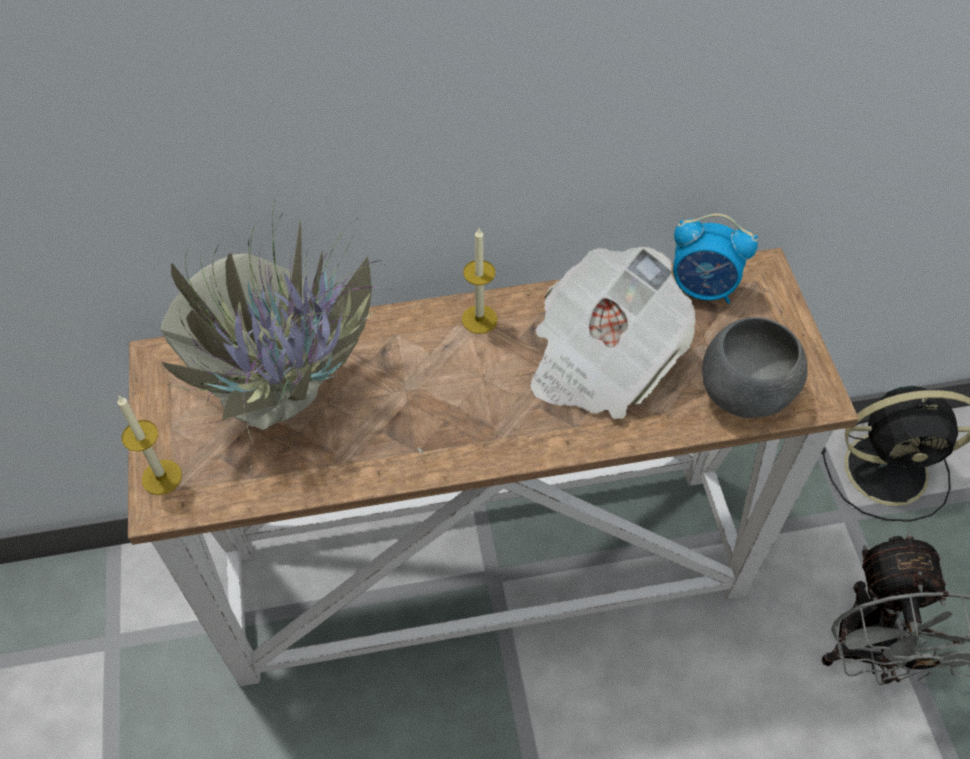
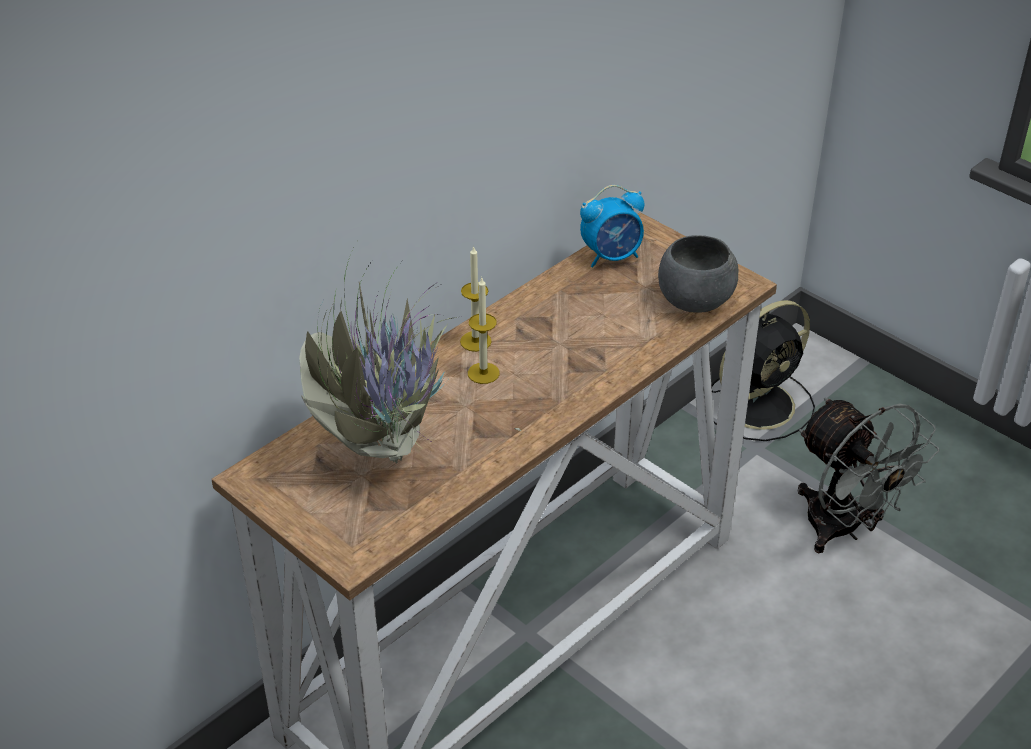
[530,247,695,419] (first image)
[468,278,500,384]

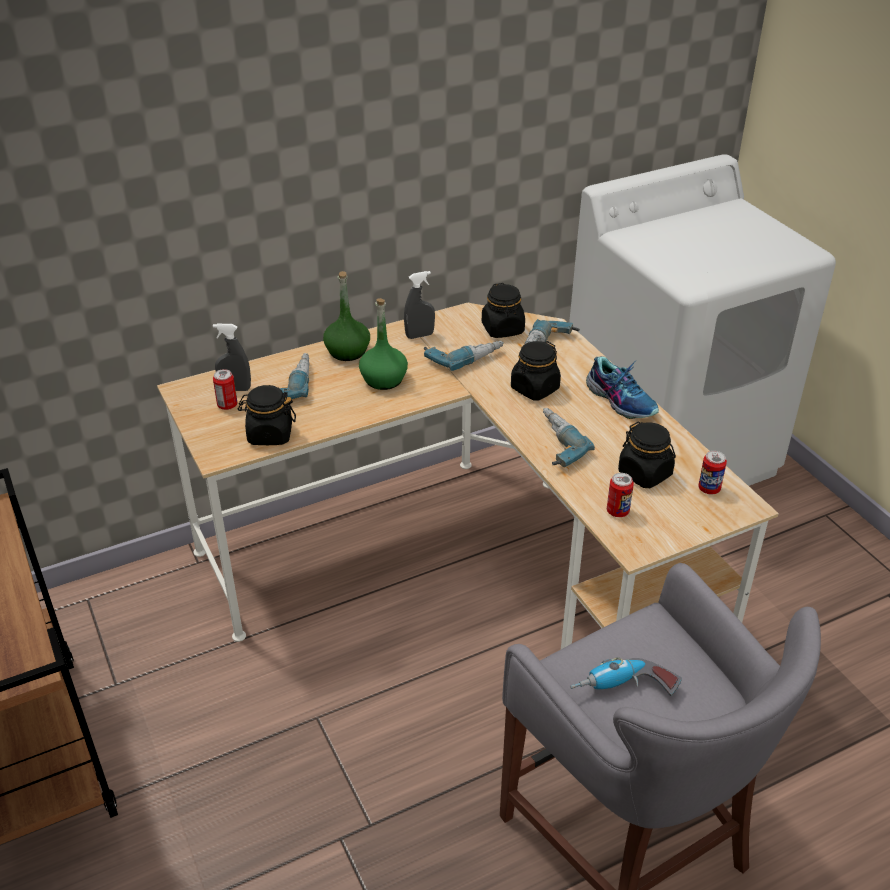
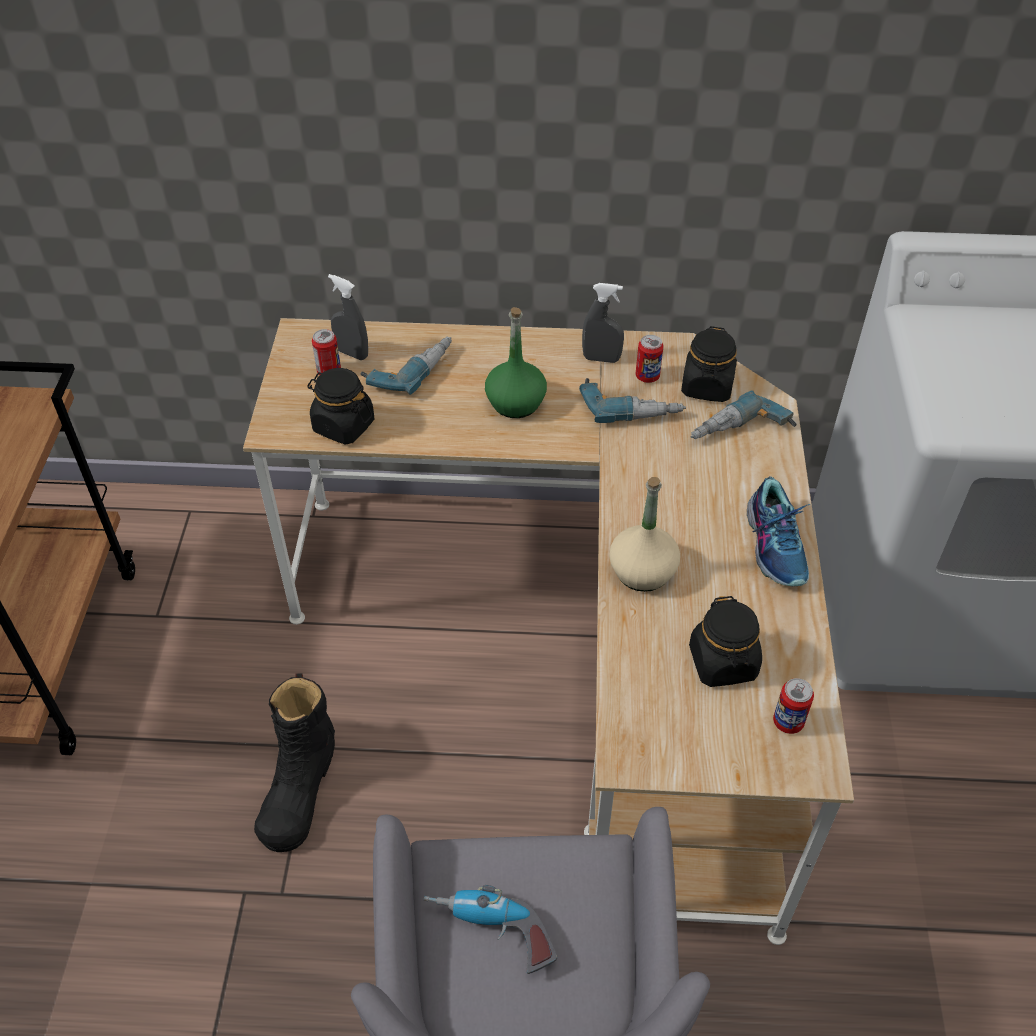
[323,271,370,361] (first image)
[511,341,561,400] (first image)
[609,477,680,592]
[636,335,664,383]
[254,673,335,852]

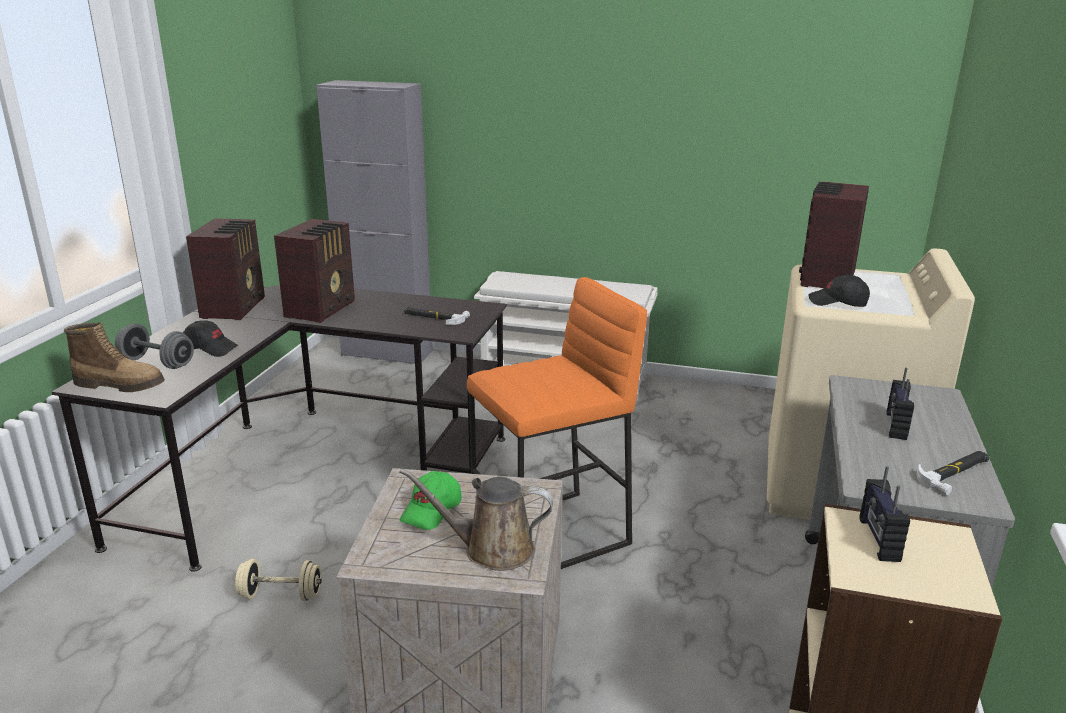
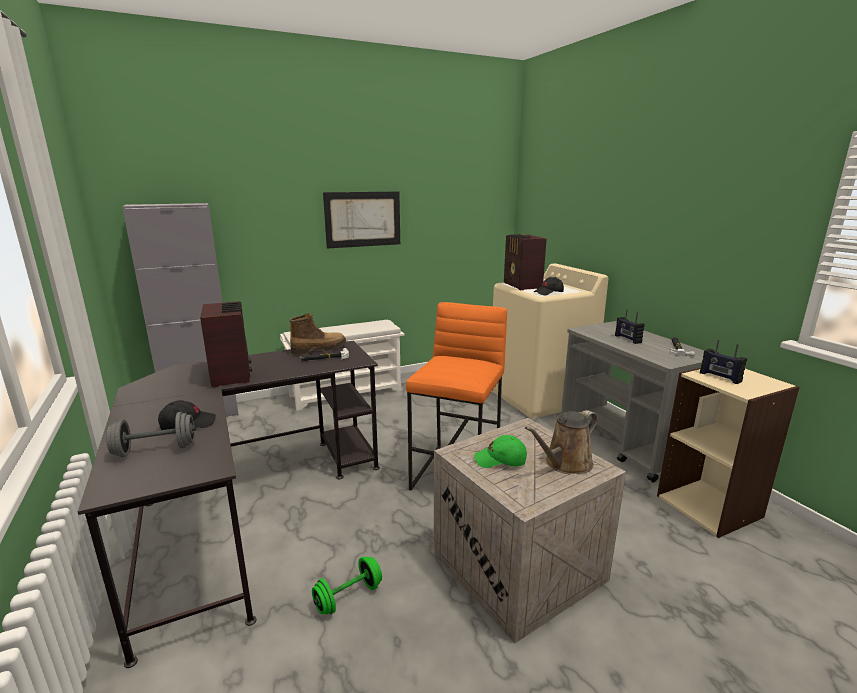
[186,218,265,320] (first image)
[289,313,347,355]
[474,435,527,468]
[312,557,382,615]
[323,192,400,249]

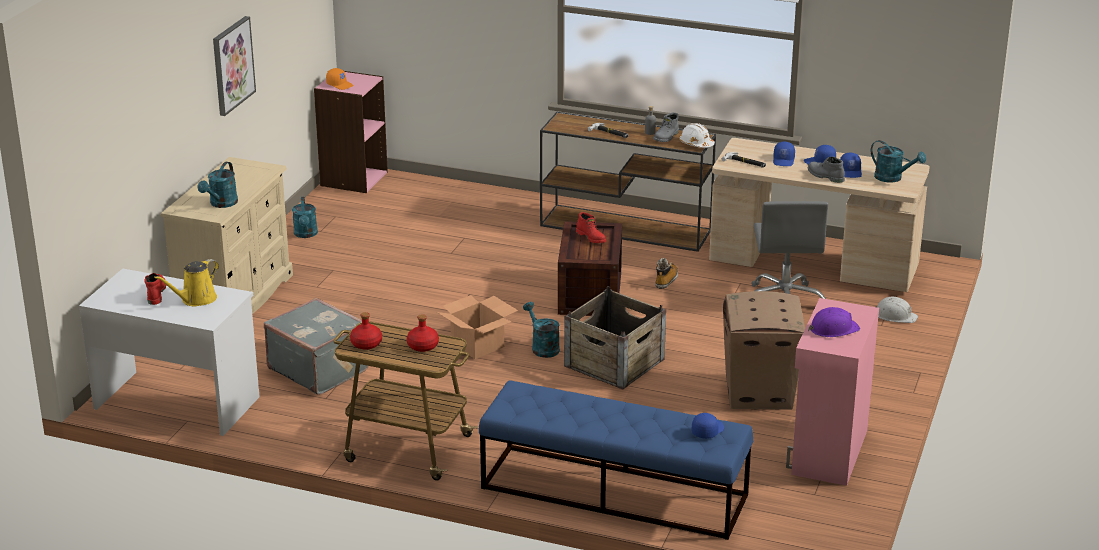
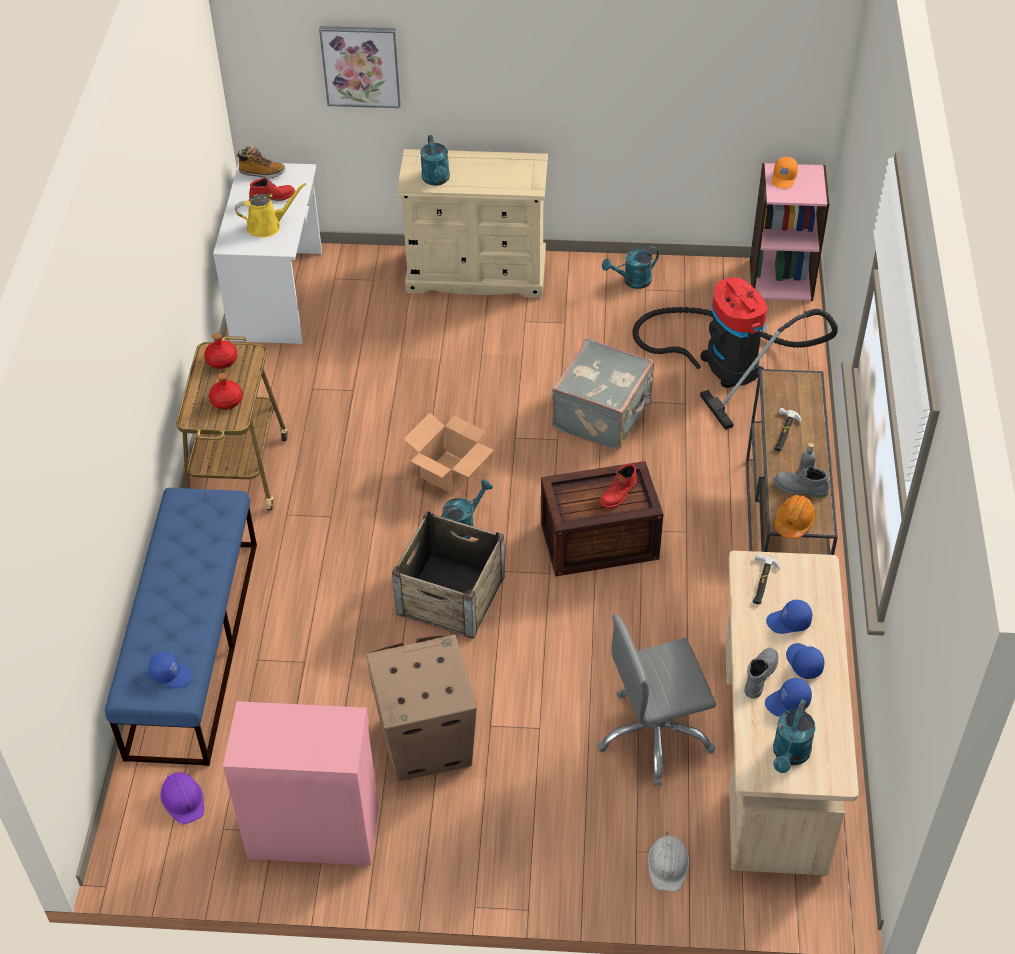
[319,26,401,108]
[774,495,816,539]
[420,135,450,186]
[236,145,285,179]
[235,183,306,237]
[552,338,654,450]
[160,772,204,825]
[632,277,838,430]

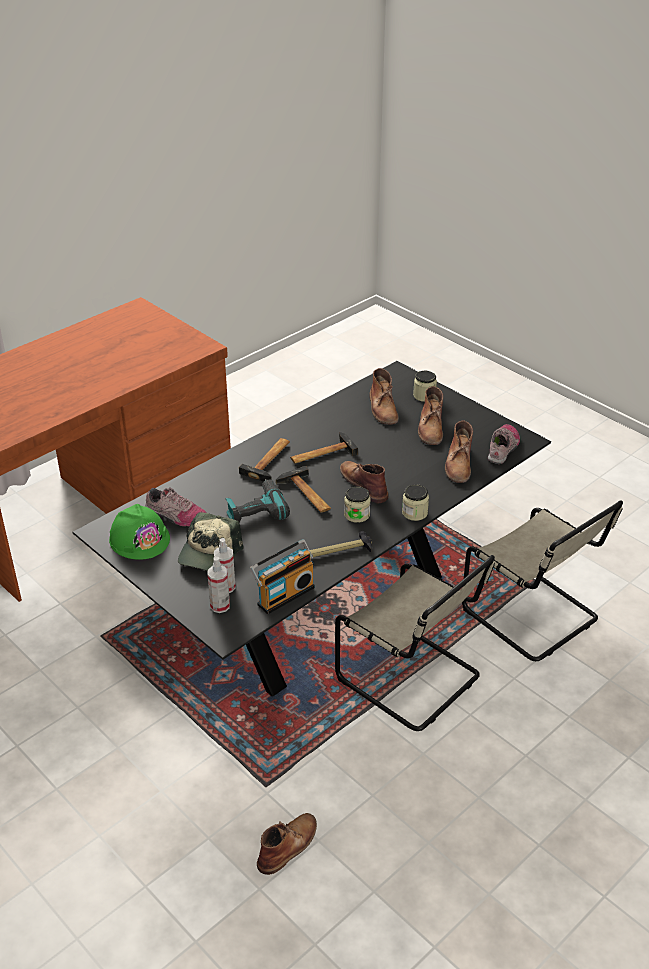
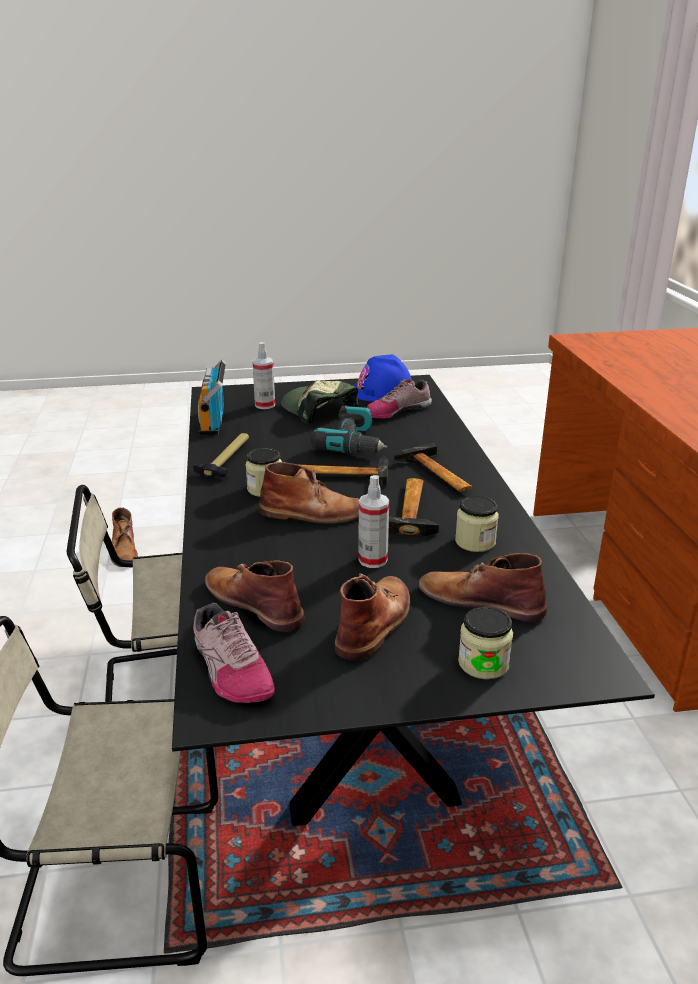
[335,573,410,661]
[455,496,499,552]
[353,354,412,402]
[358,475,389,568]

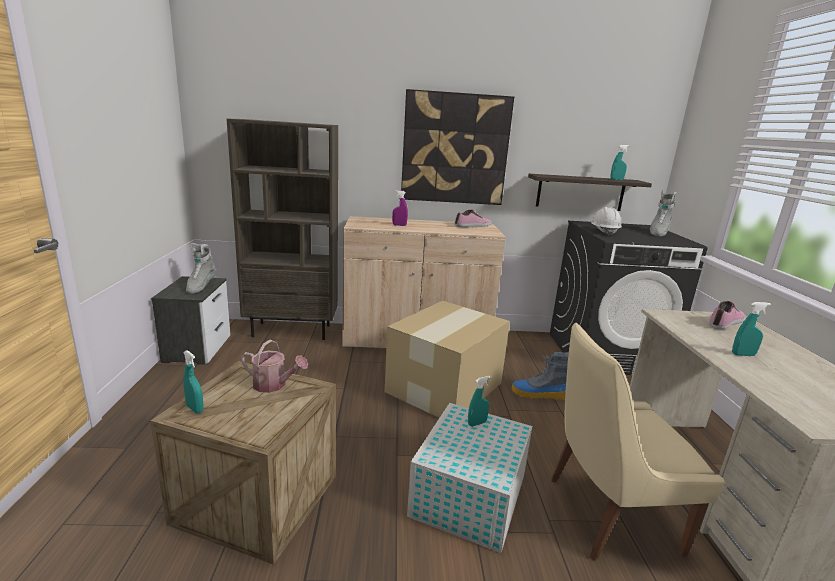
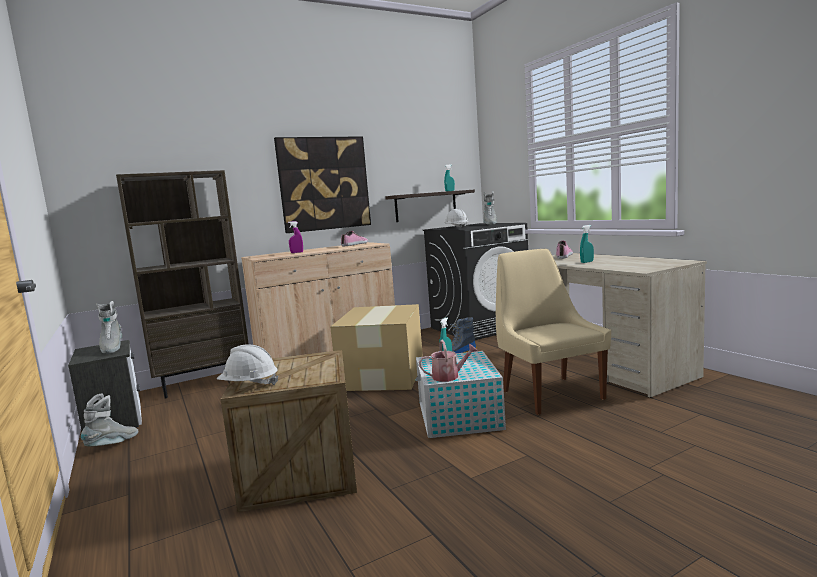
[496,249,611,415]
[419,339,478,382]
[216,344,279,385]
[81,394,139,447]

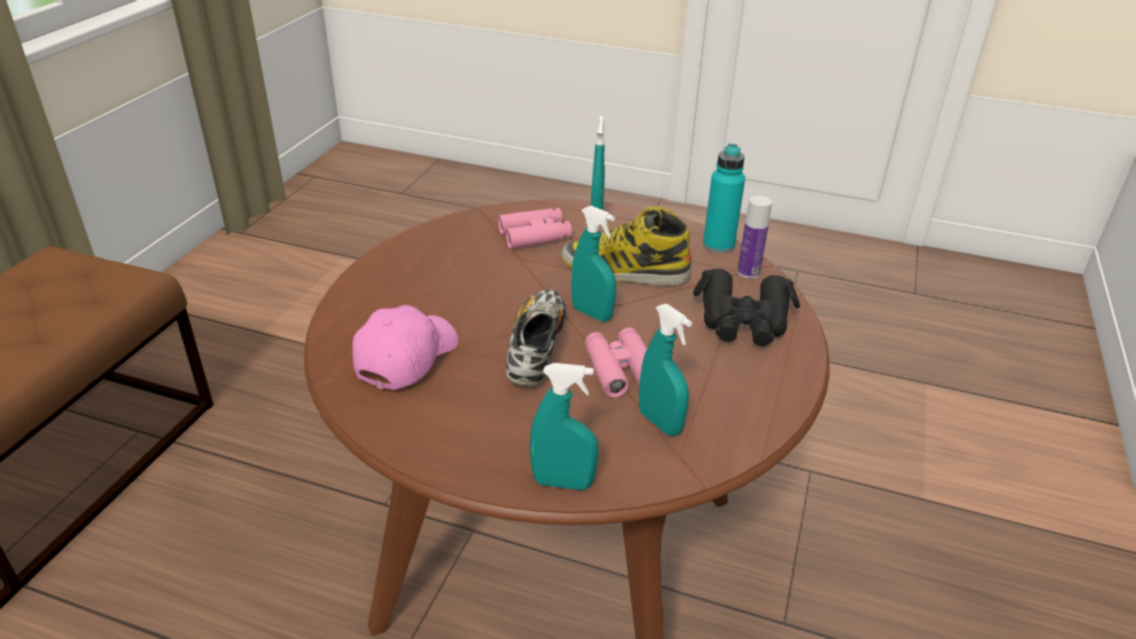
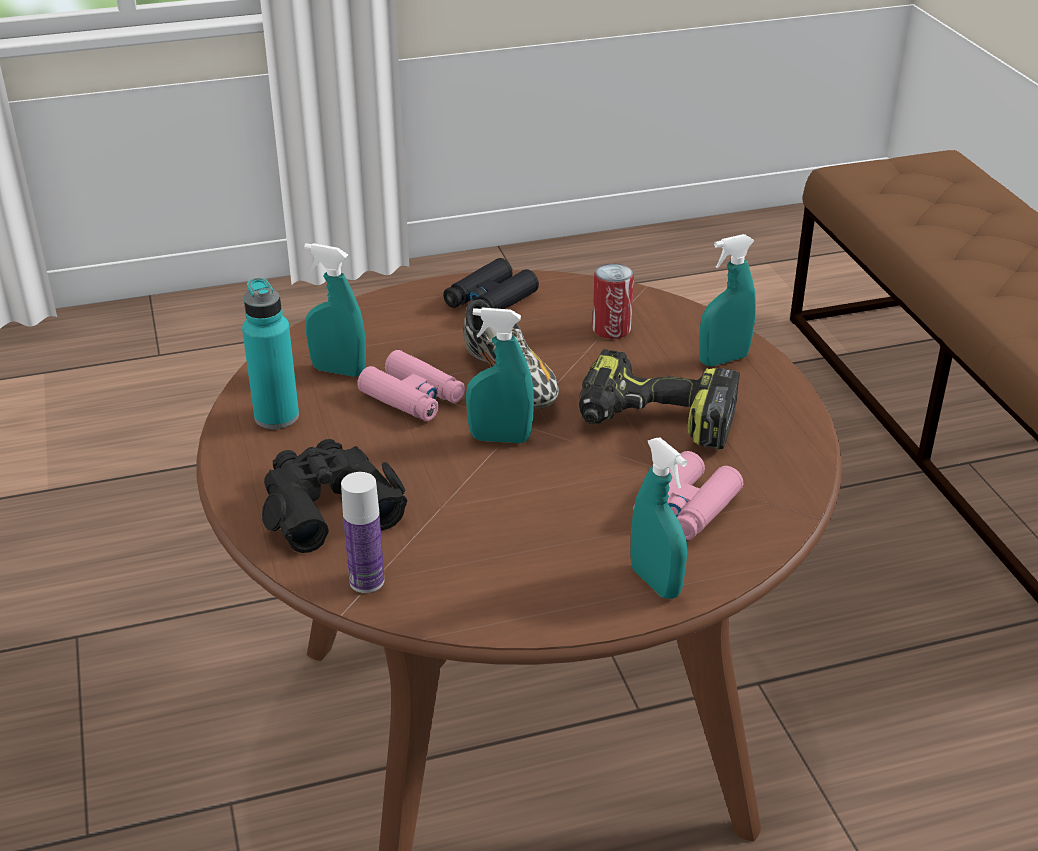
[242,278,299,429]
[561,206,691,286] (first image)
[592,263,634,339]
[699,234,756,366]
[443,258,539,309]
[579,349,740,449]

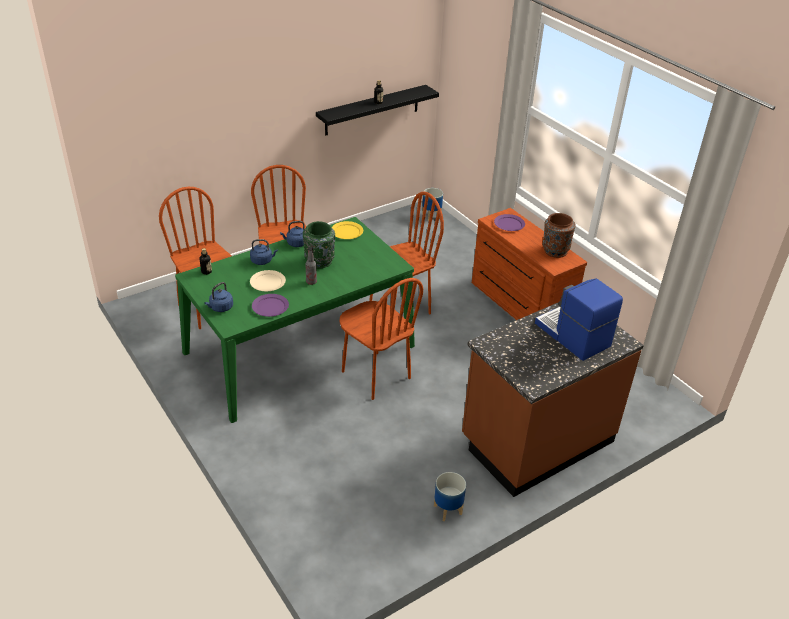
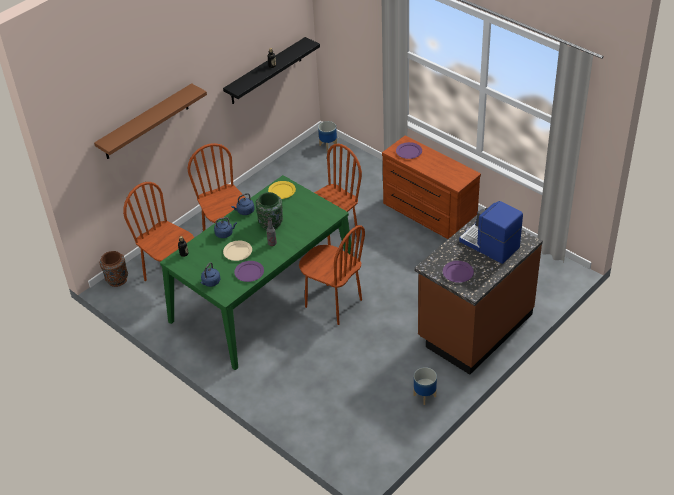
[100,251,128,287]
[94,83,207,159]
[443,261,474,283]

